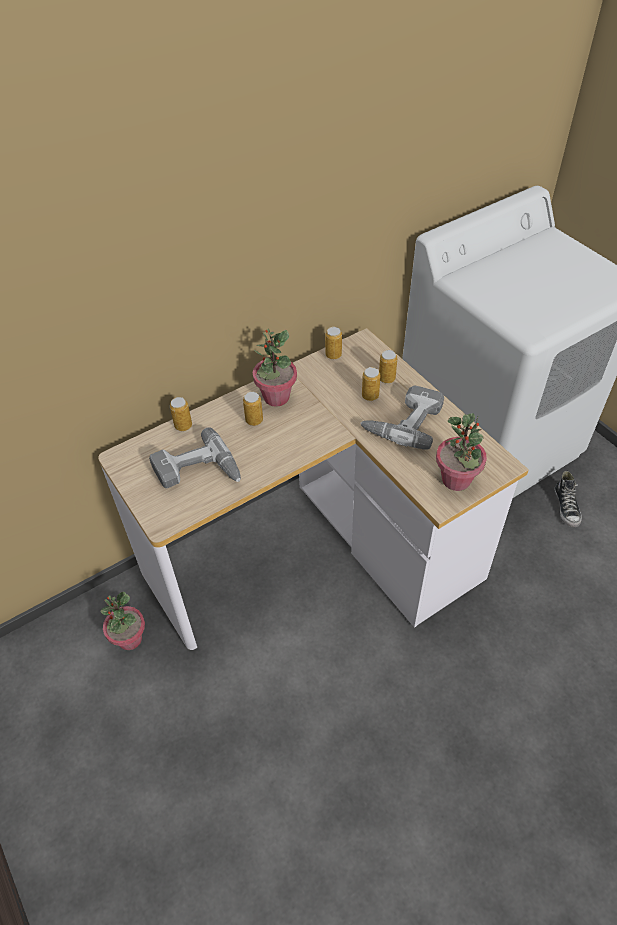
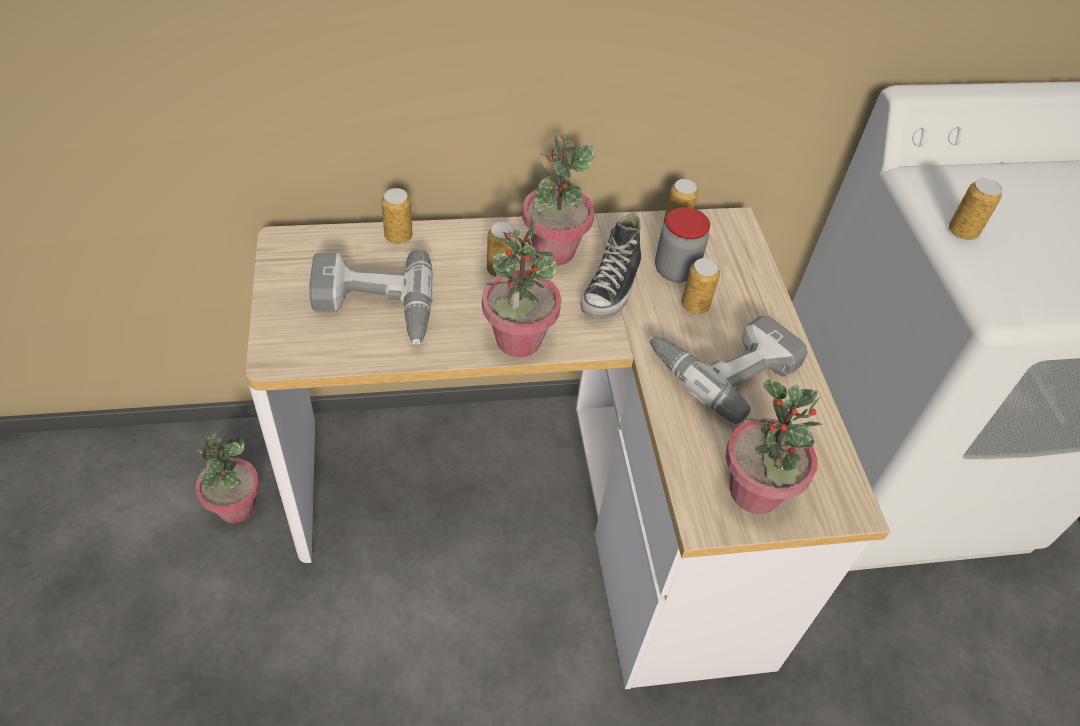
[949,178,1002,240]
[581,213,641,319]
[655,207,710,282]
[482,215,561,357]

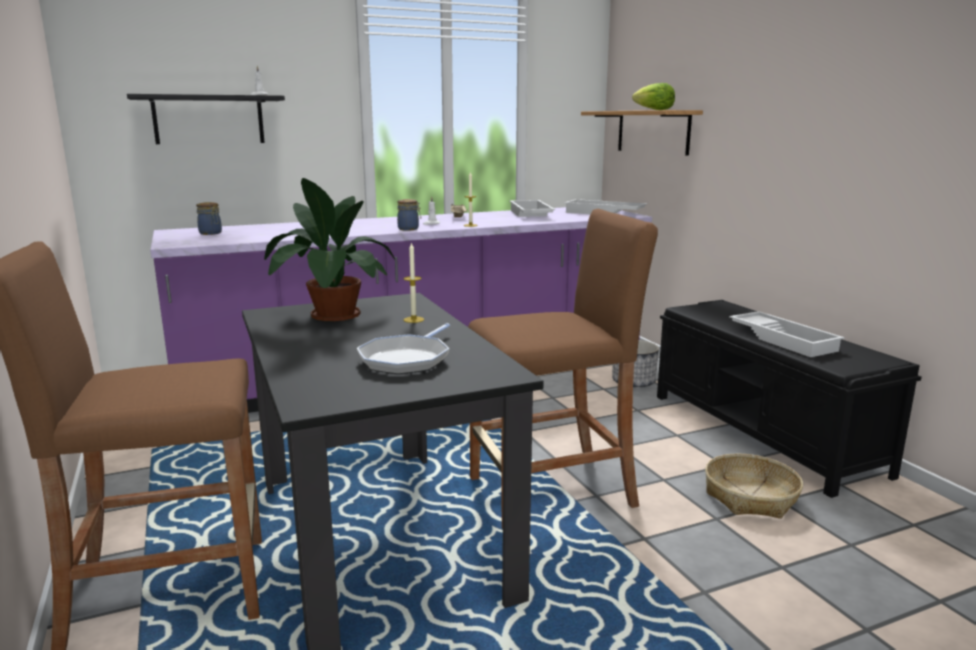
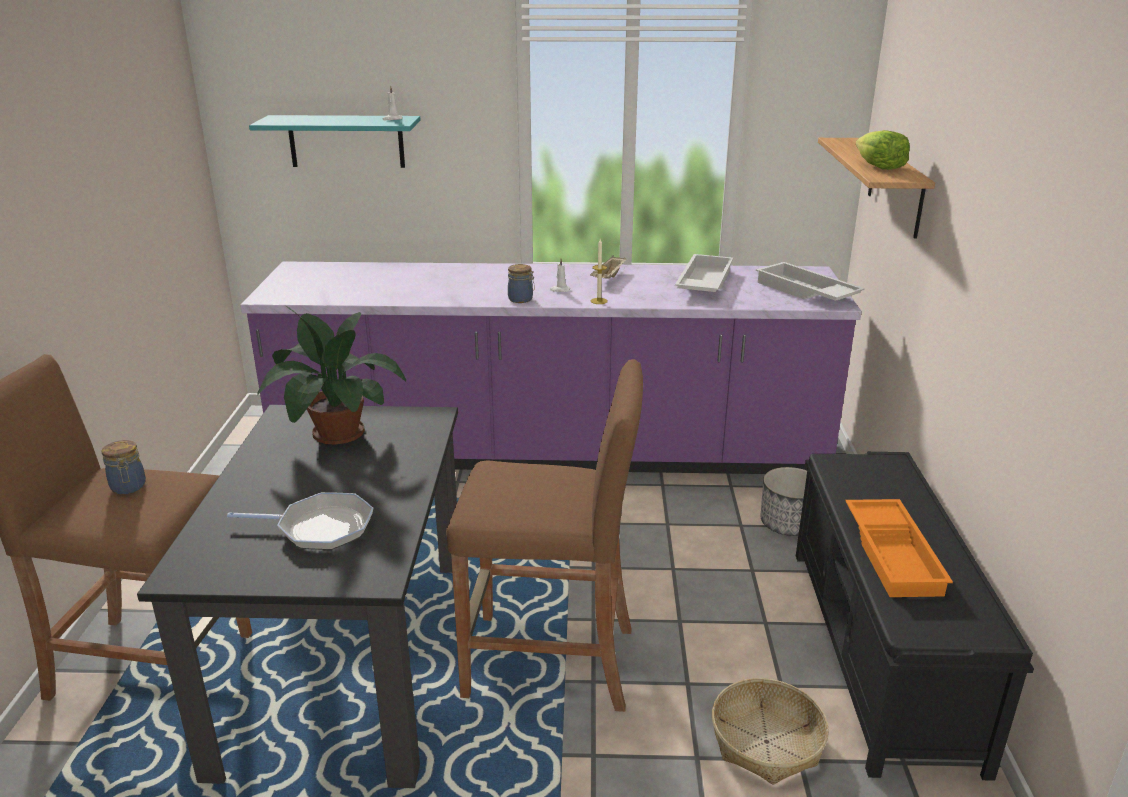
[249,115,420,168]
[101,440,146,494]
[403,242,424,323] (first image)
[845,499,953,597]
[227,492,373,550]

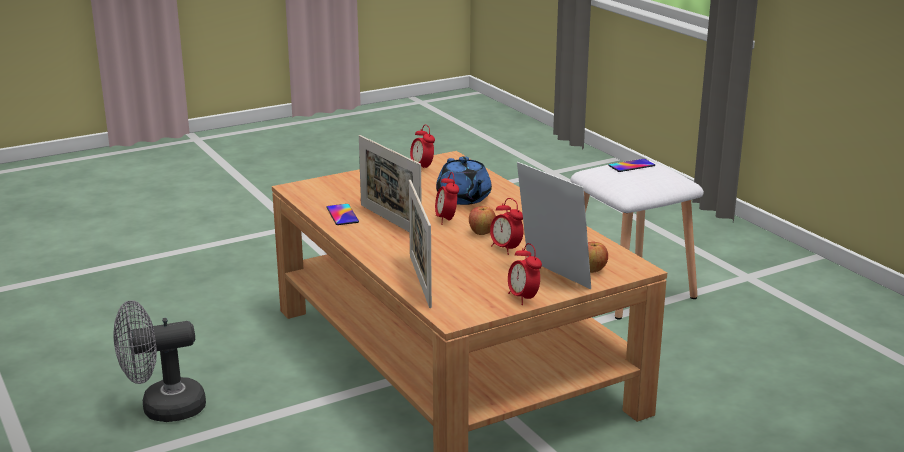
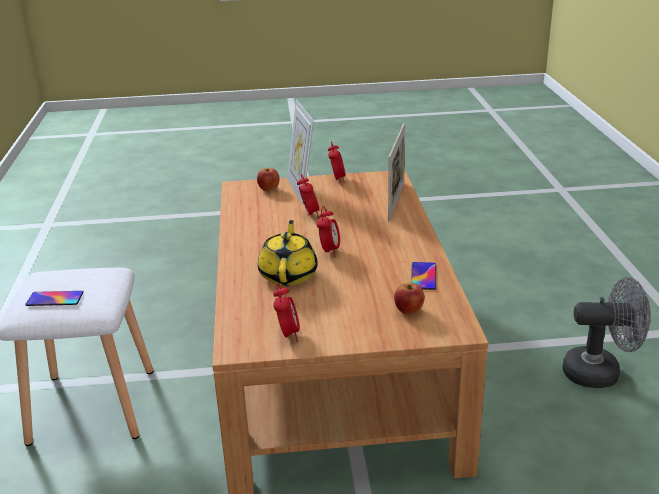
[359,135,422,232] (first image)
[258,220,318,286]
[394,282,425,315]

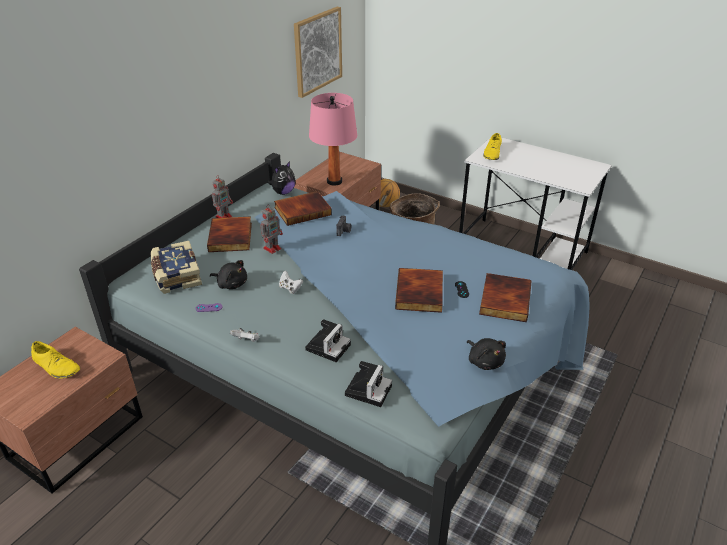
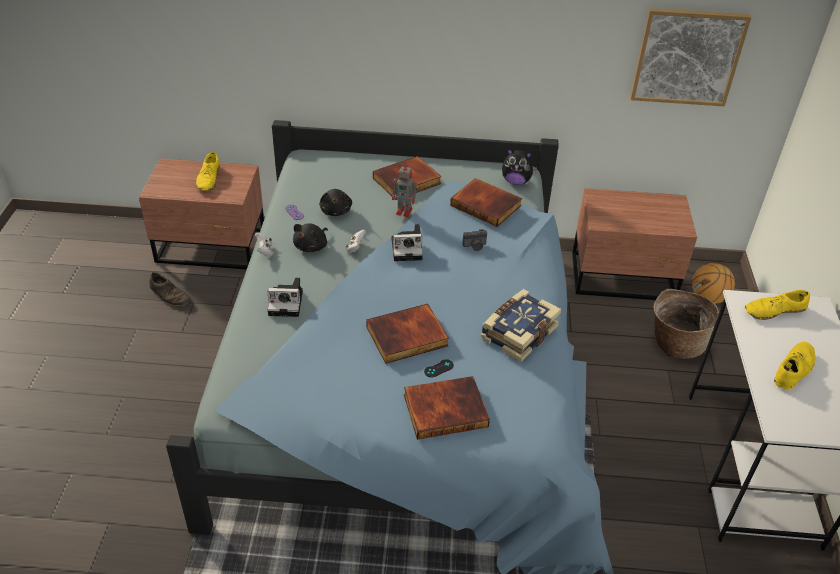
[309,93,358,186] (first image)
[212,175,233,218] (first image)
[481,289,562,362]
[293,223,328,252]
[392,224,423,261]
[149,272,191,307]
[774,342,816,389]

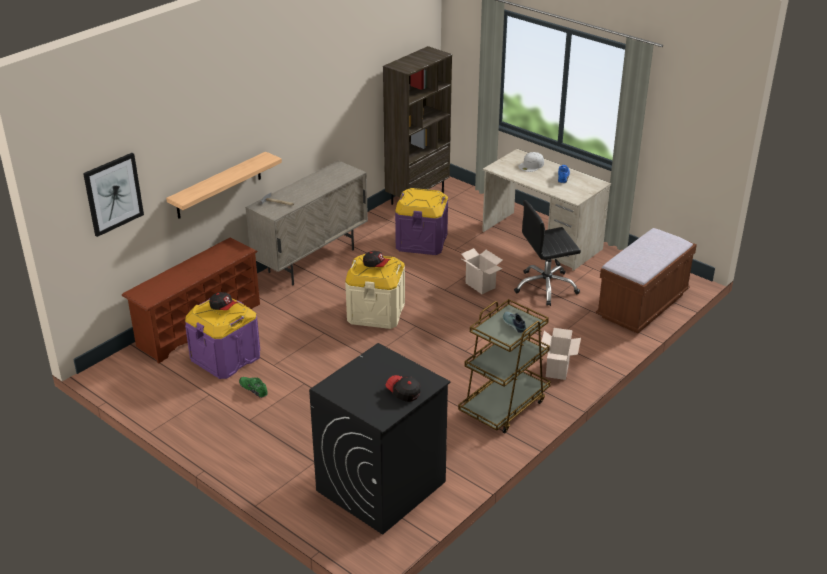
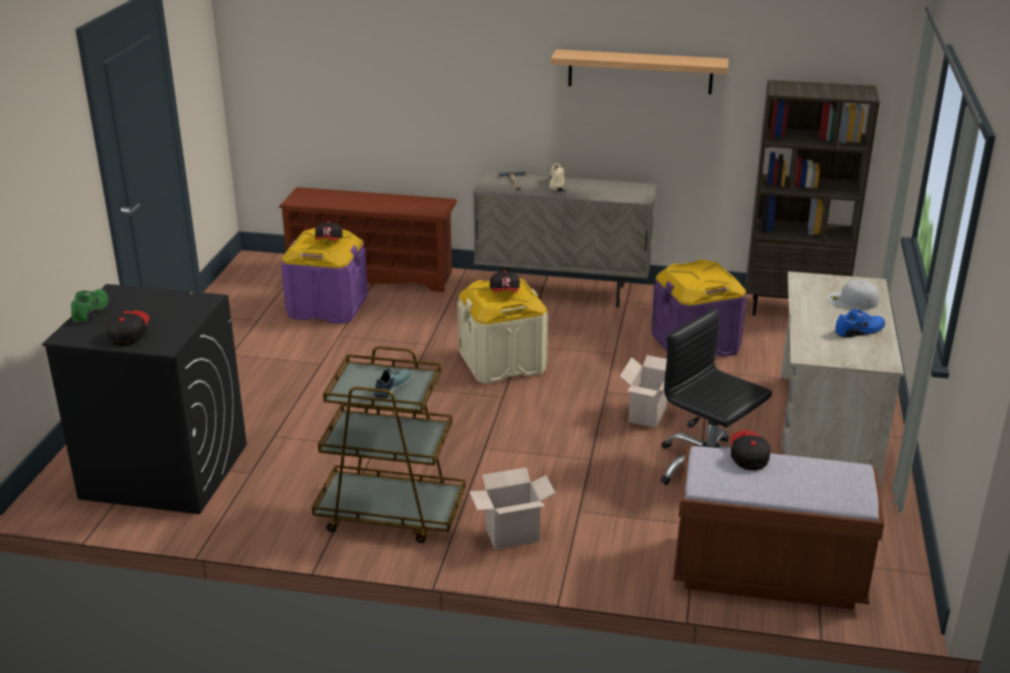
[551,49,729,94]
[83,153,144,237] (first image)
[71,289,109,323]
[549,163,566,191]
[731,430,770,470]

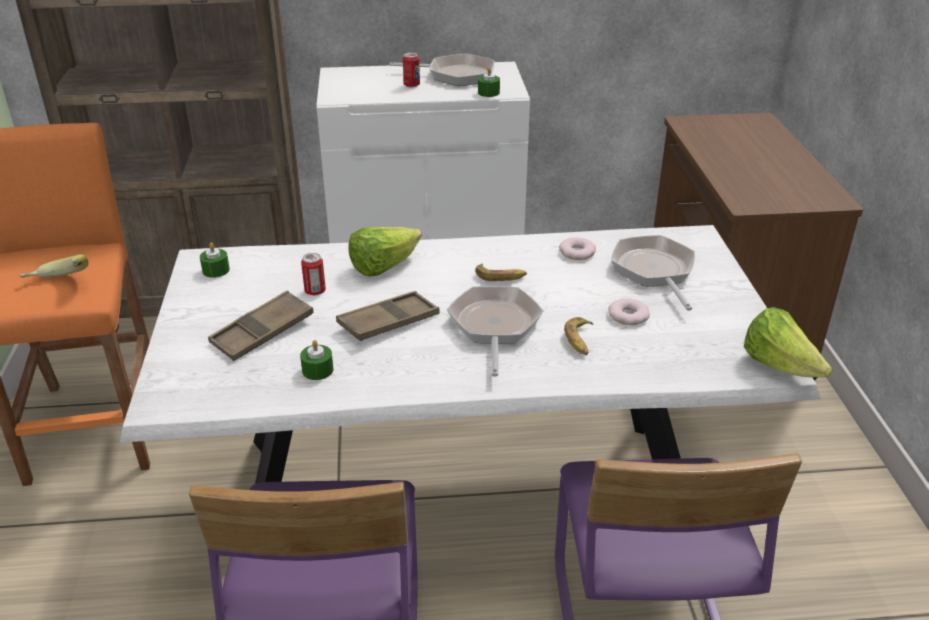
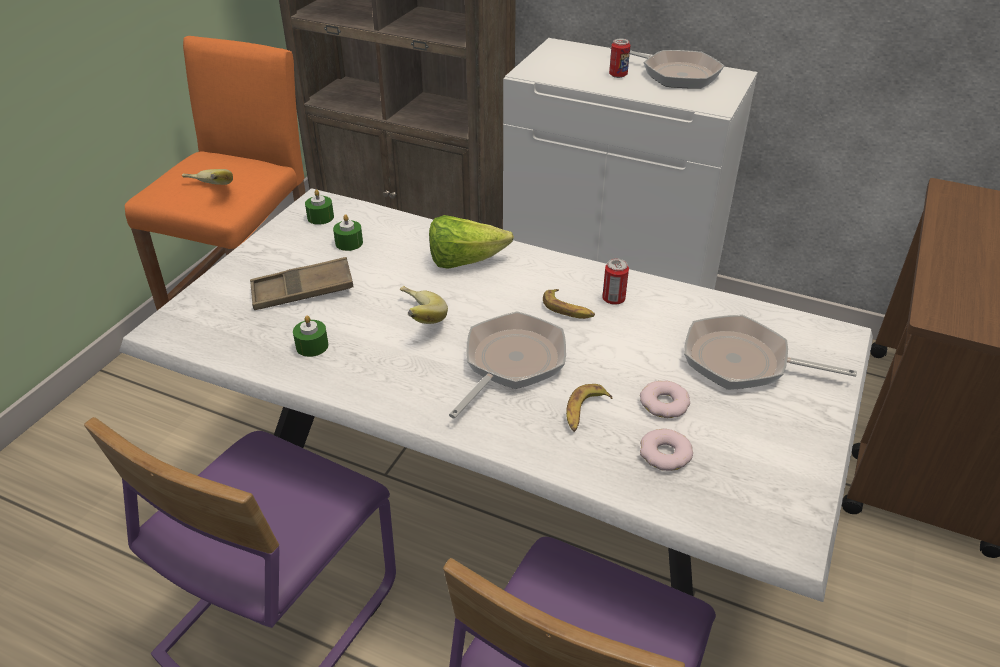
[333,214,363,251]
[684,315,857,390]
[640,428,693,471]
[602,259,629,305]
[400,286,448,324]
[744,307,833,378] (first image)

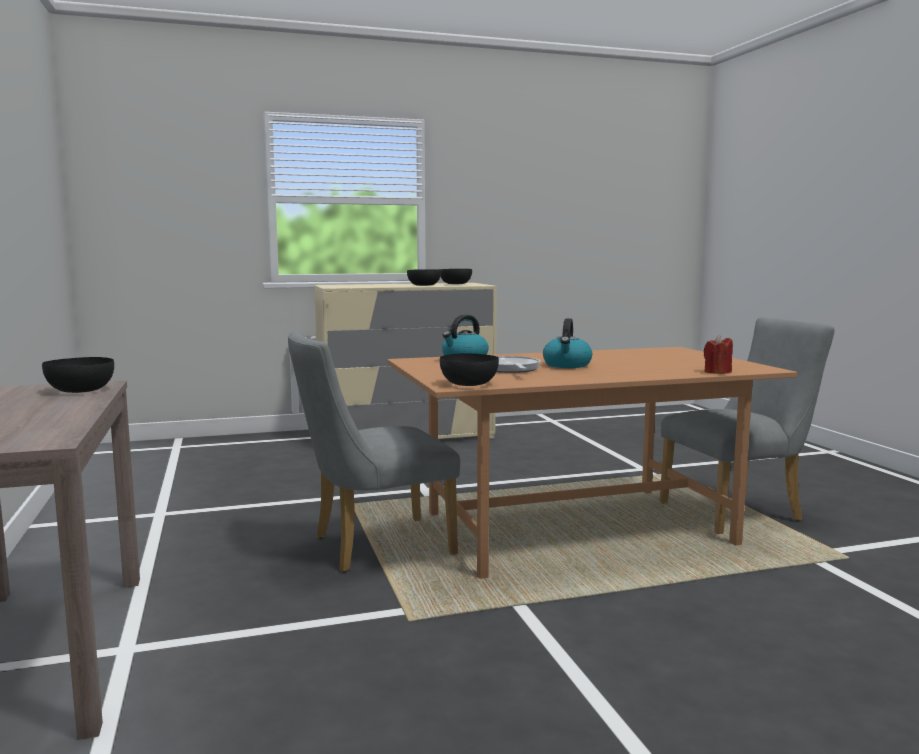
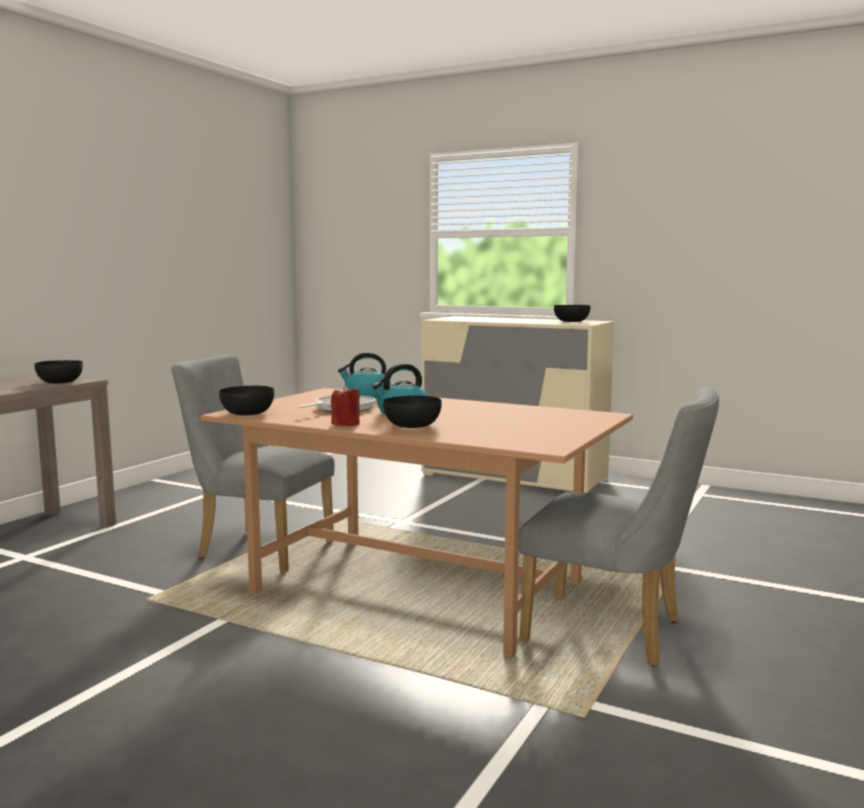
[383,396,442,428]
[331,385,360,426]

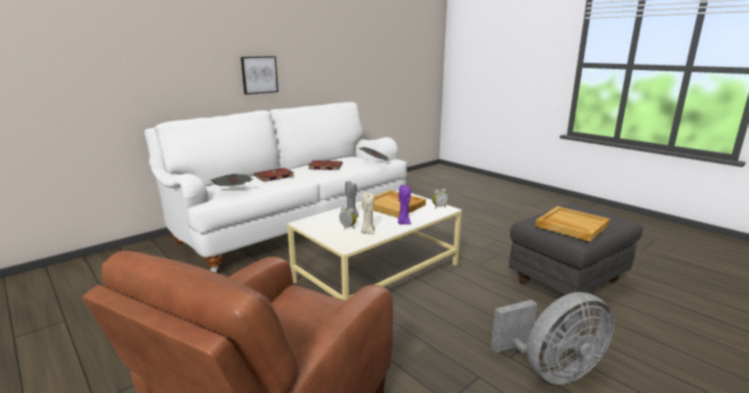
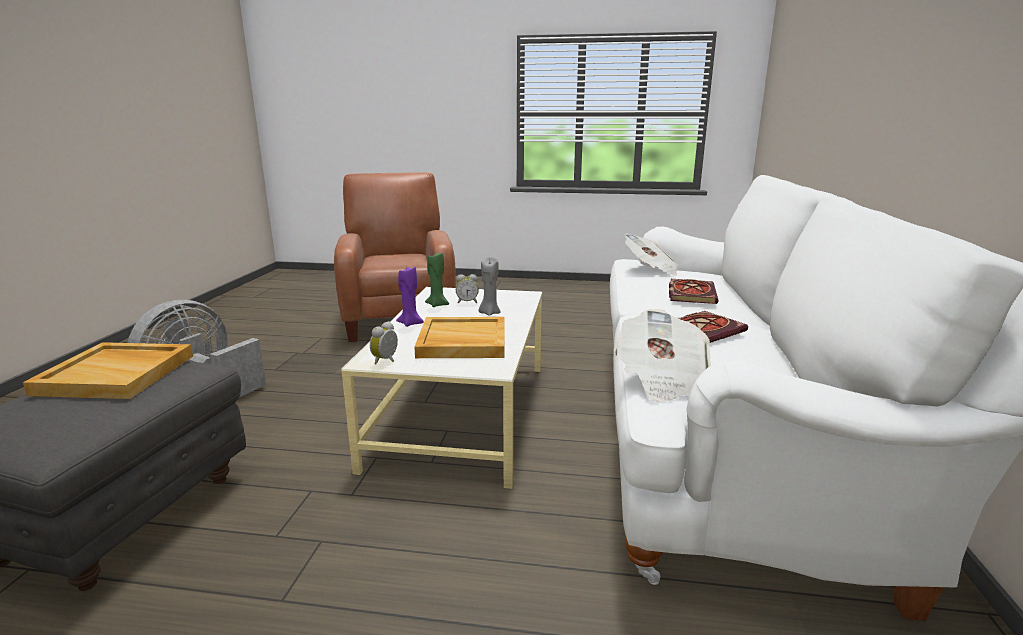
[241,56,278,94] (first image)
[425,253,449,307]

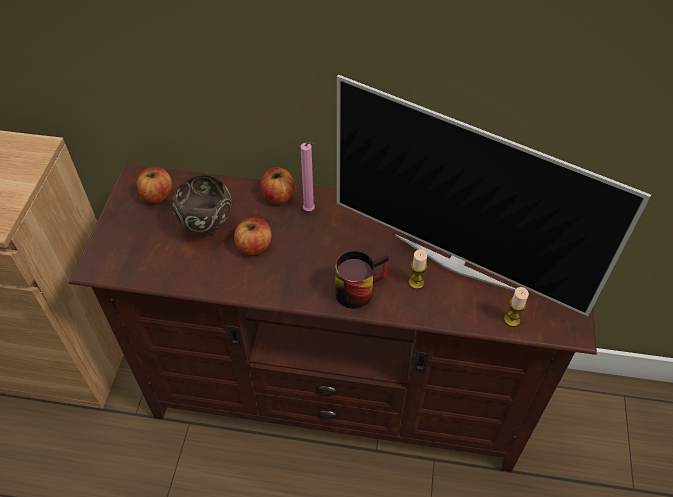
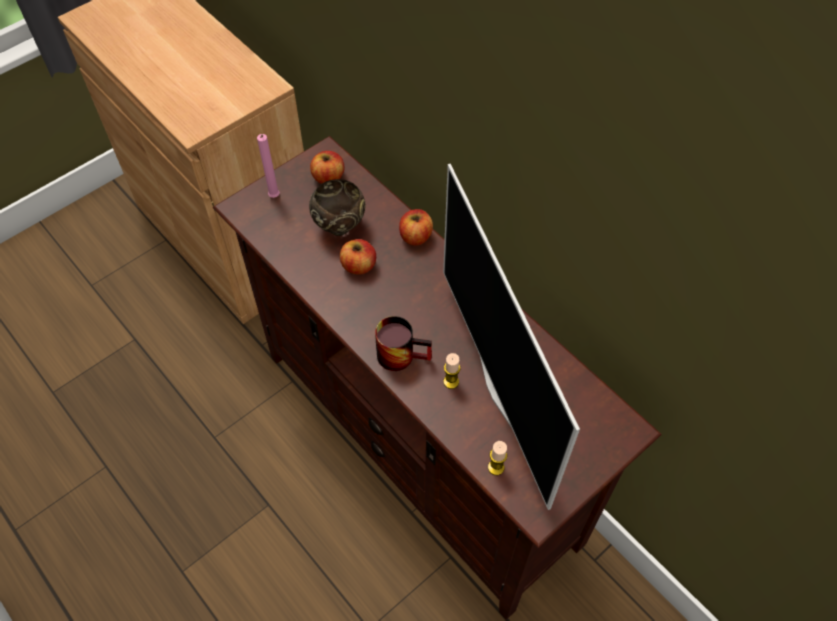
[257,134,280,198]

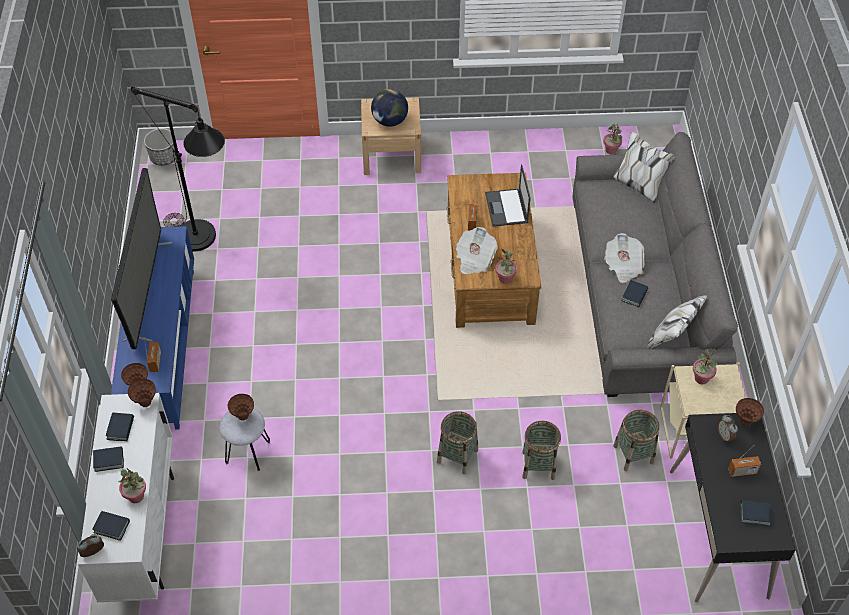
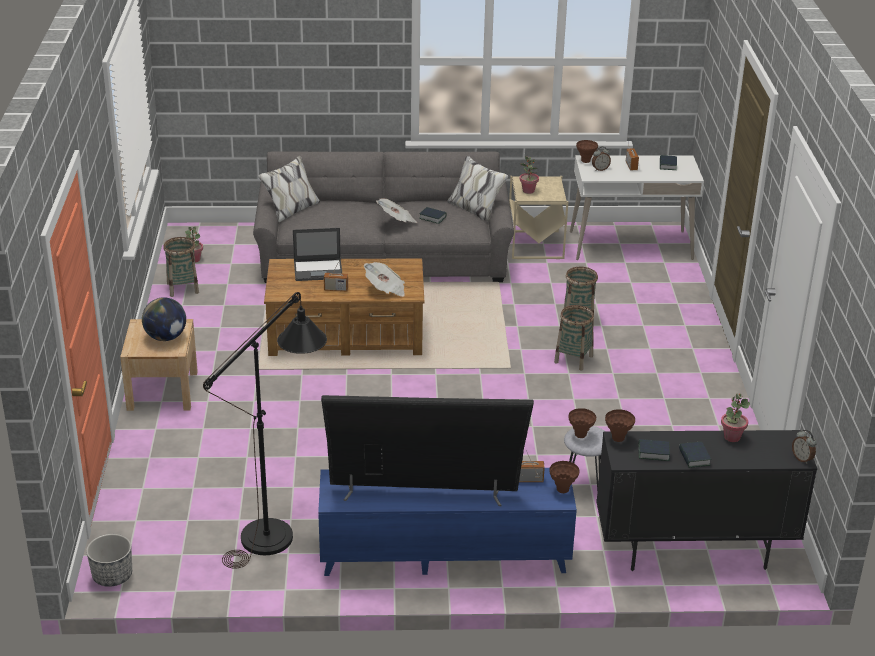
[495,249,517,284] (first image)
[596,430,817,571]
[163,237,199,297]
[570,155,704,260]
[92,511,130,541] (first image)

